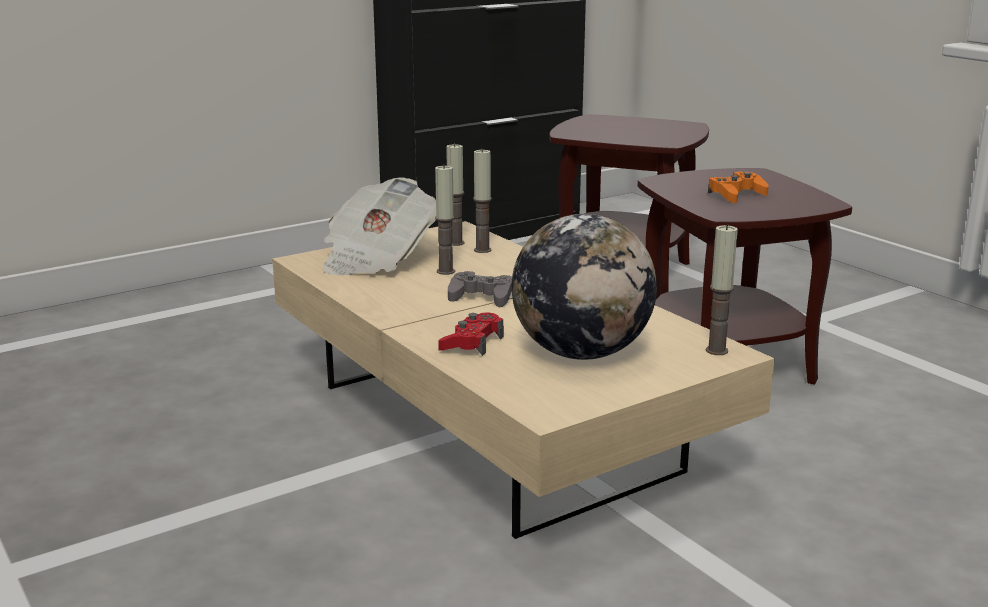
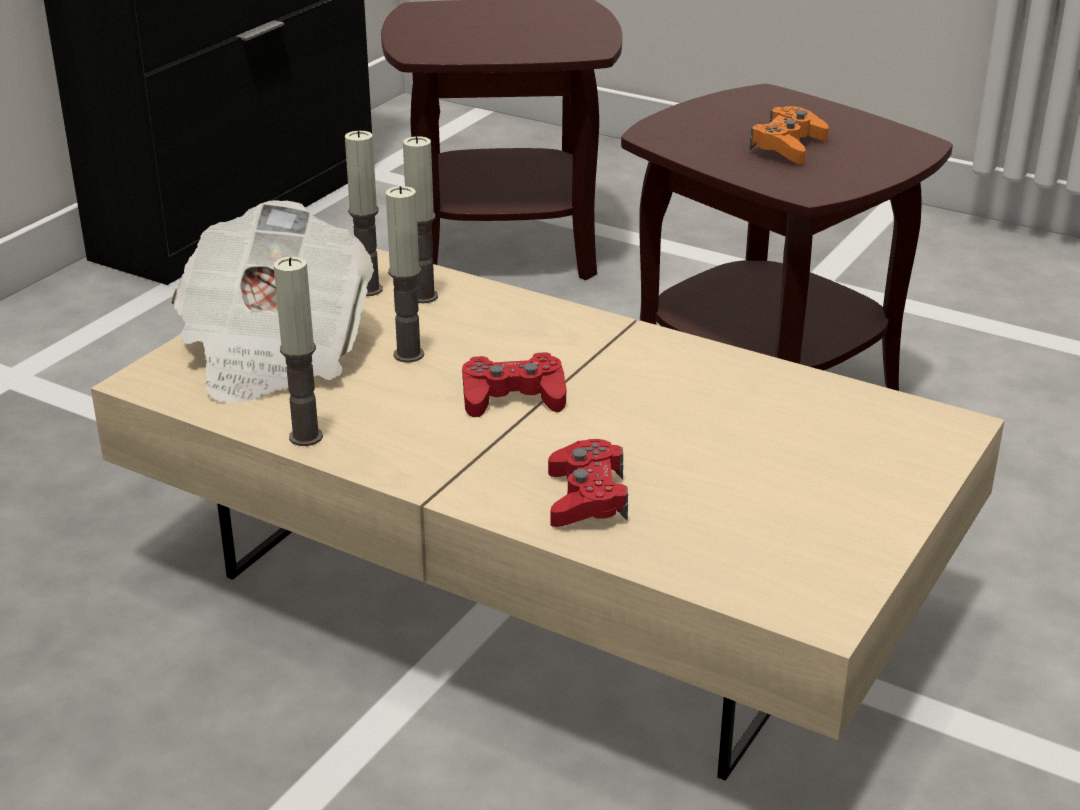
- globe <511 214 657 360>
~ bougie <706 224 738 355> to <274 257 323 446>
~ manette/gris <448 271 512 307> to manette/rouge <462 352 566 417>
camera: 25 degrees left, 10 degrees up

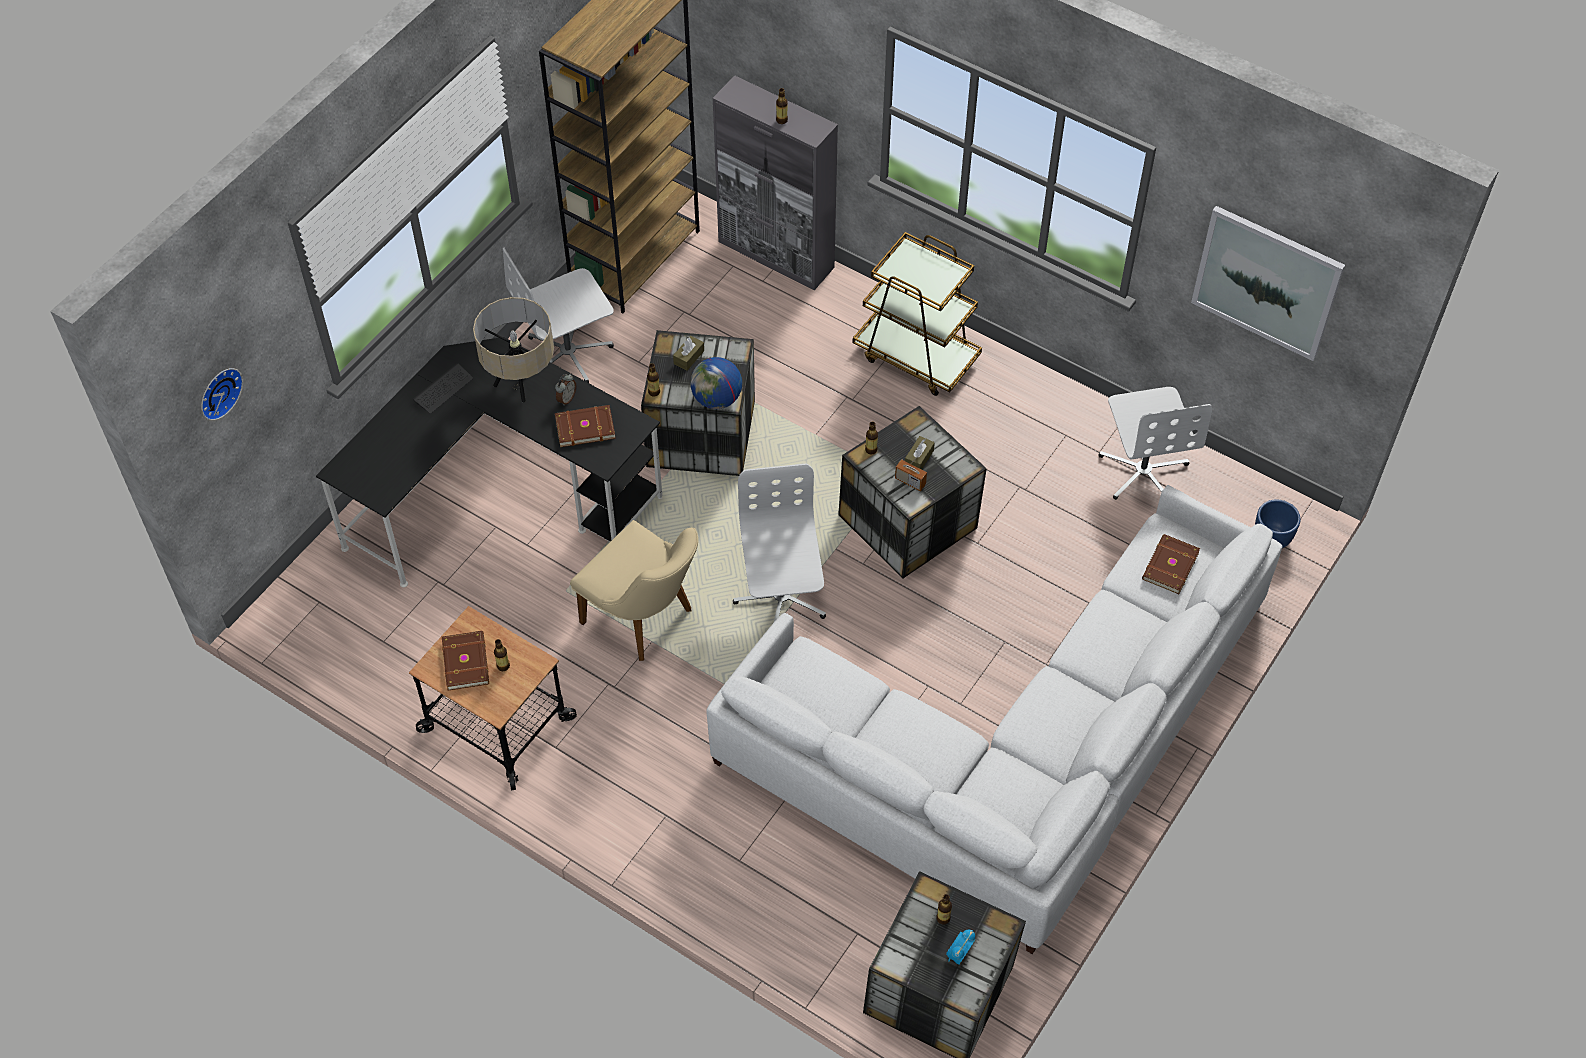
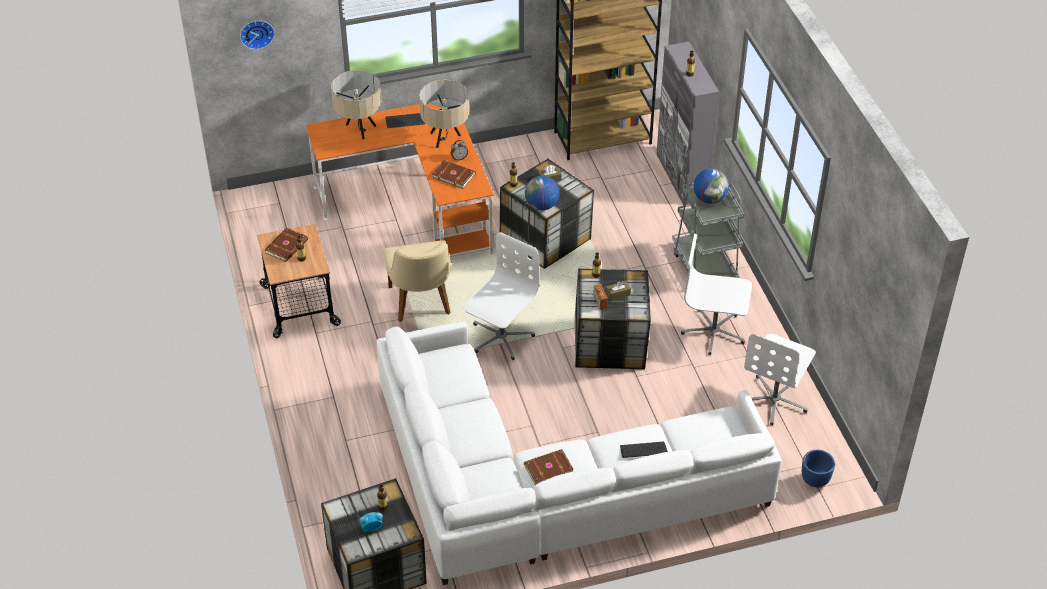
- tableau <1191 206 1345 361>
+ lampe de table/beige <331 70 381 139>
+ clavier <620 442 668 458>
+ globe <694 168 729 204>
~ chaise de bureau/blanc <503 248 614 383> to <681 234 752 355>
~ livre/marron <1142 534 1200 594> to <524 449 574 485>
~ bureau/noir <316 337 662 587> to bureau/orange <306 103 494 257>
~ chariot/marron <853 232 982 396> to chariot/gris <672 183 744 278>
camera: 40 degrees right, 10 degrees down

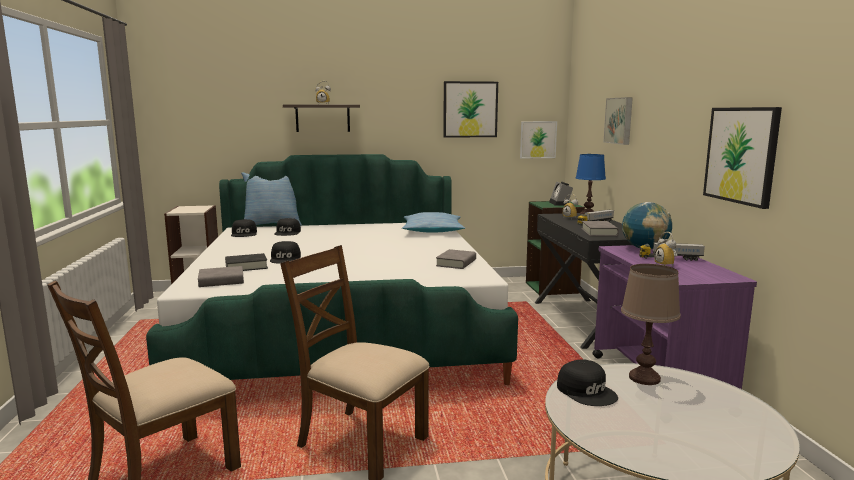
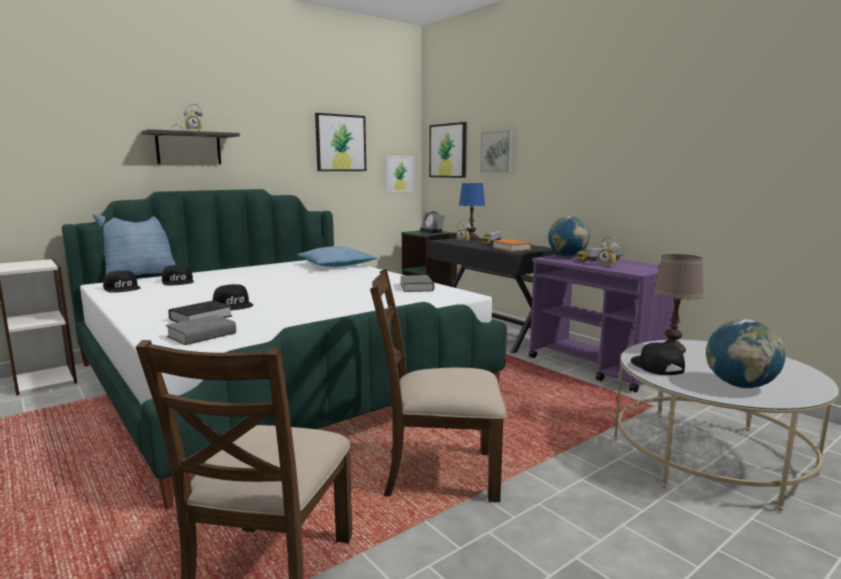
+ globe <706 319 785 388>
~ tableau <703 107 782 209> to <429 122 467 178>
~ livre/gris <582 221 619 236> to livre/orange <492 239 531 252>
~ casquette/noir <557 359 618 406> = <631 342 685 375> 135 degrees counterclockwise
camera: 30 degrees left, 0 degrees up

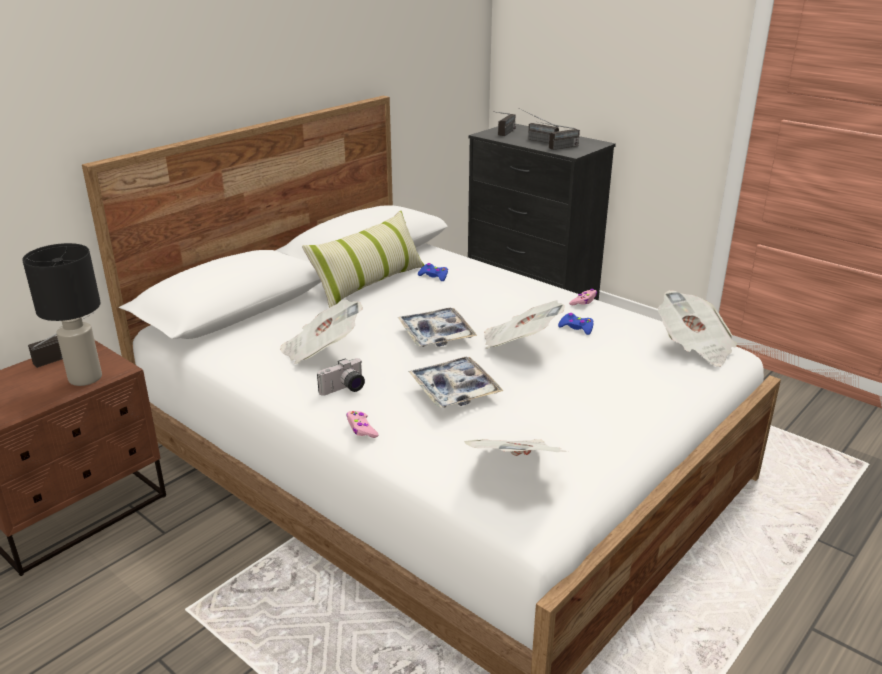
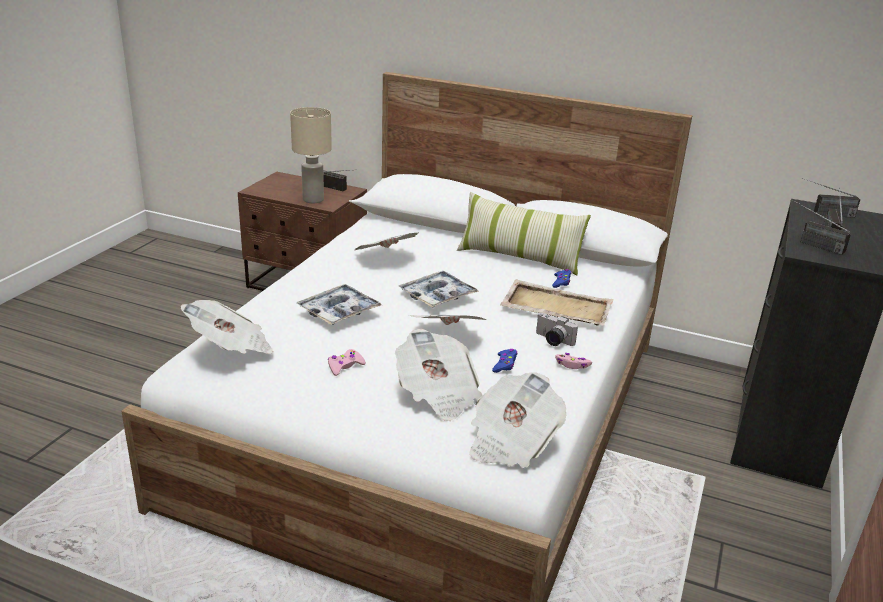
+ journal <395 329 482 421>
+ plateau/beige <500 280 613 325>
~ appareil photo <317 358 365 396> to <536 313 578 346>
~ manette/rose <346 411 379 438> to <328 349 366 376>
~ lampe de table/noir <22 243 102 386> to lampe de table/beige <290 107 332 203>
camera: 70 degrees right, 0 degrees up

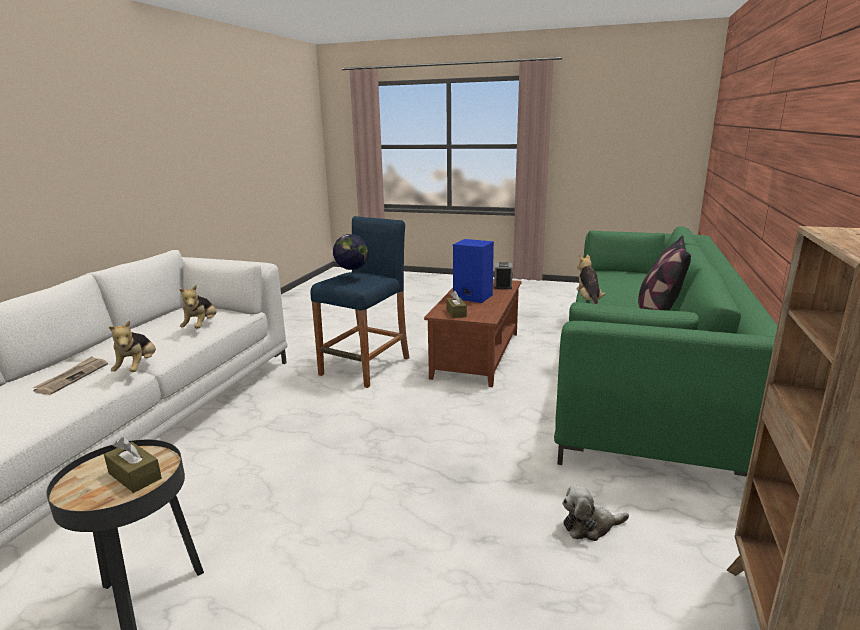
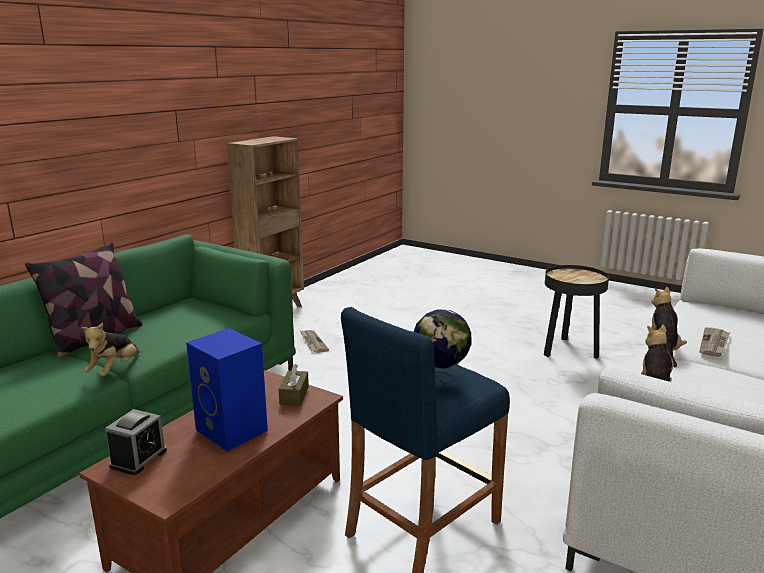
- boîte à mouchoirs/marron <104 437 162 493>
~ peluche <562 485 629 541> to journal <300 330 329 353>
camera: 165 degrees left, 0 degrees up

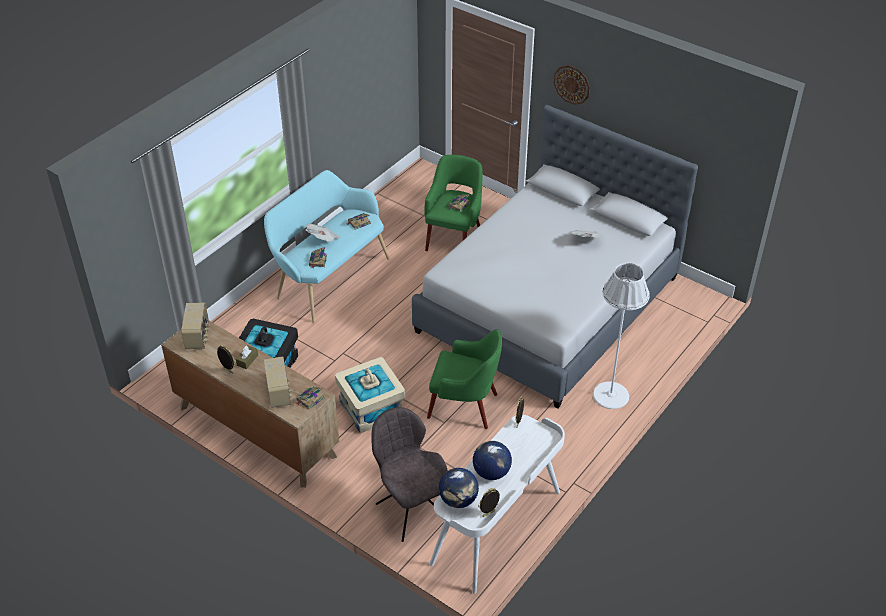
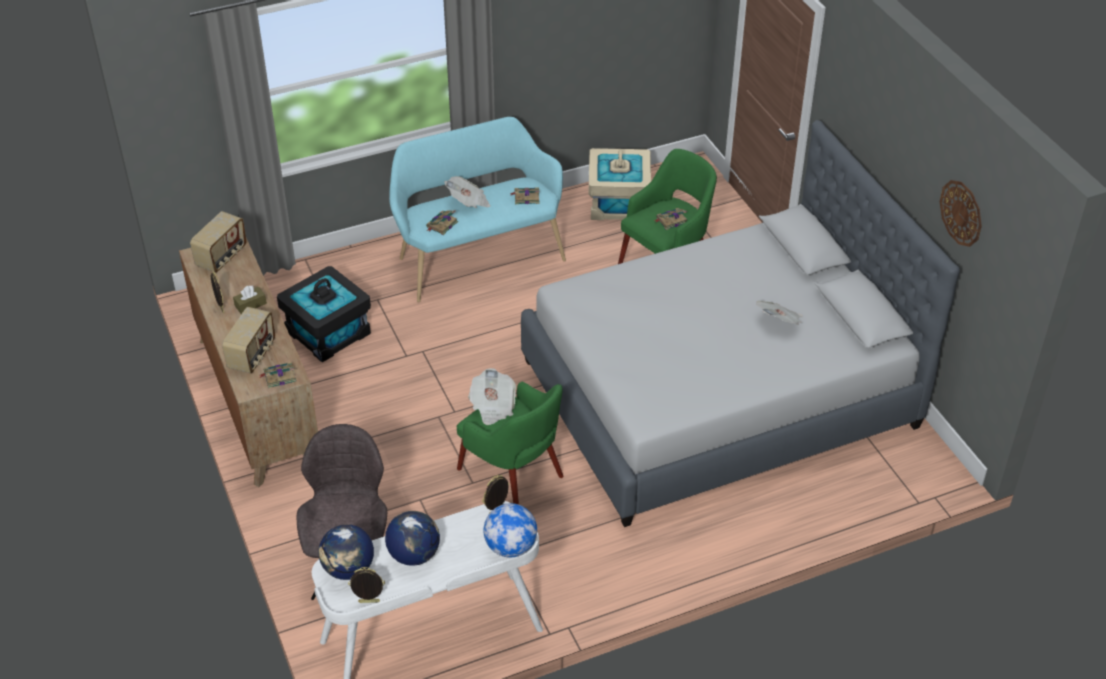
- lampadaire/blanc <593 263 650 409>
+ journal <468 368 516 425>
+ globe <484 503 537 558>
~ boîte de rangement/beige <335 357 405 433> to <588 148 651 220>
~ horloge murale <554 65 590 105> to <940 180 982 247>
camera: 30 degrees right, 0 degrees up

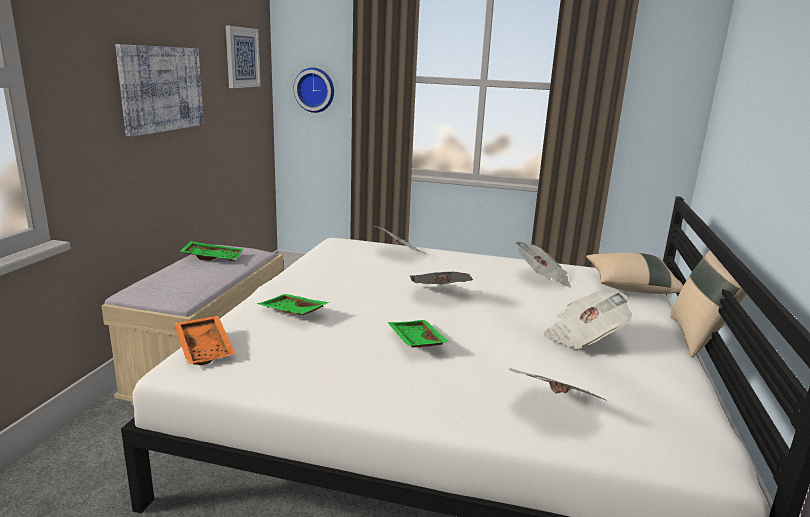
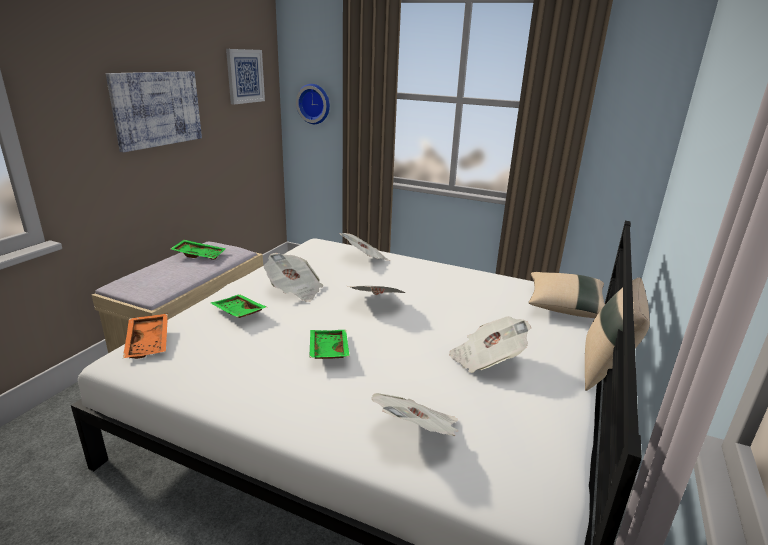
~ journal <515 241 571 287> to <264 253 323 302>
camera: 10 degrees right, 5 degrees up

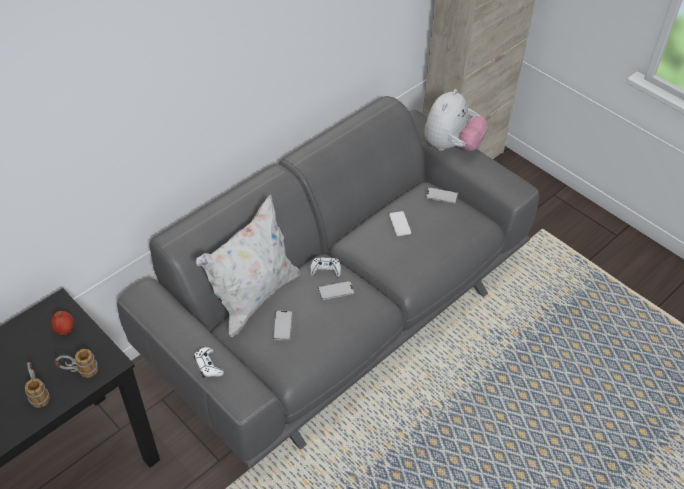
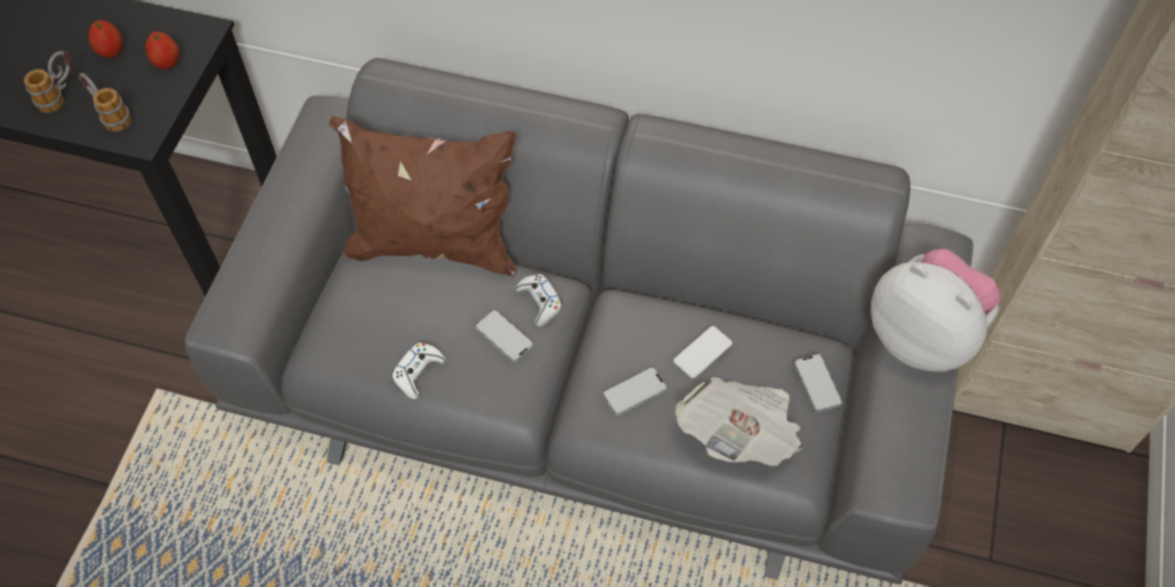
+ pomme <88 20 123 58>
+ journal <675 376 802 466>
~ manette/blanc <194 347 224 378> to <392 343 446 399>
~ téléphone <273 311 292 340> to <603 367 667 416>
~ coussin/blanc <196 194 300 337> to coussin/marron <329 116 516 277>
~ peluche <424 89 488 151> = <871 249 1001 372> 135 degrees counterclockwise
camera: 60 degrees right, 10 degrees up

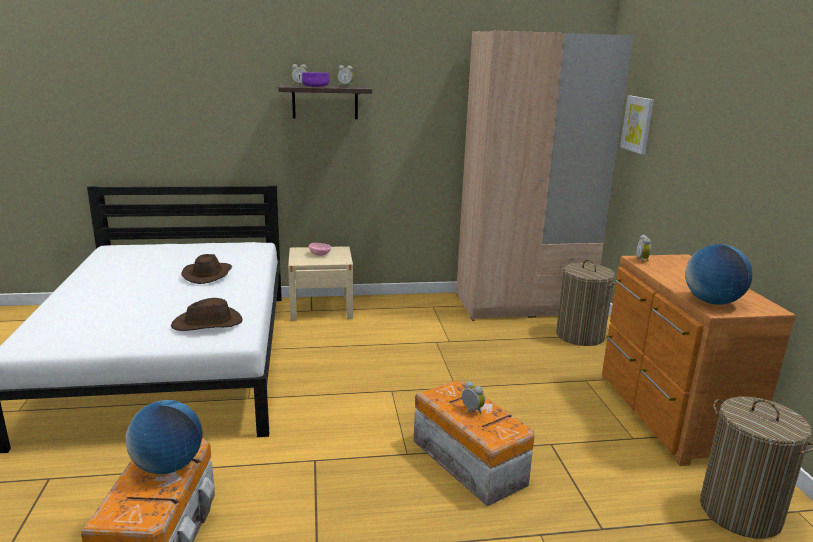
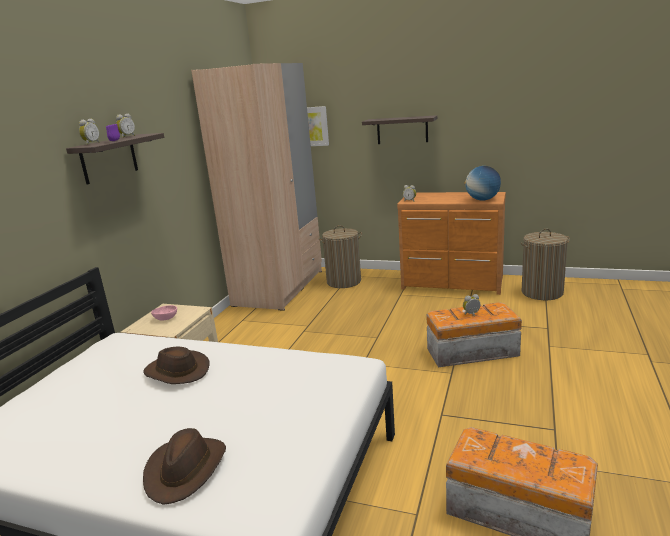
- globe <126 400 202 474>
+ étagère <362 115 437 144>
~ chapeau/marron <171 298 243 331> to <143 428 226 505>
camera: 60 degrees left, 0 degrees up

